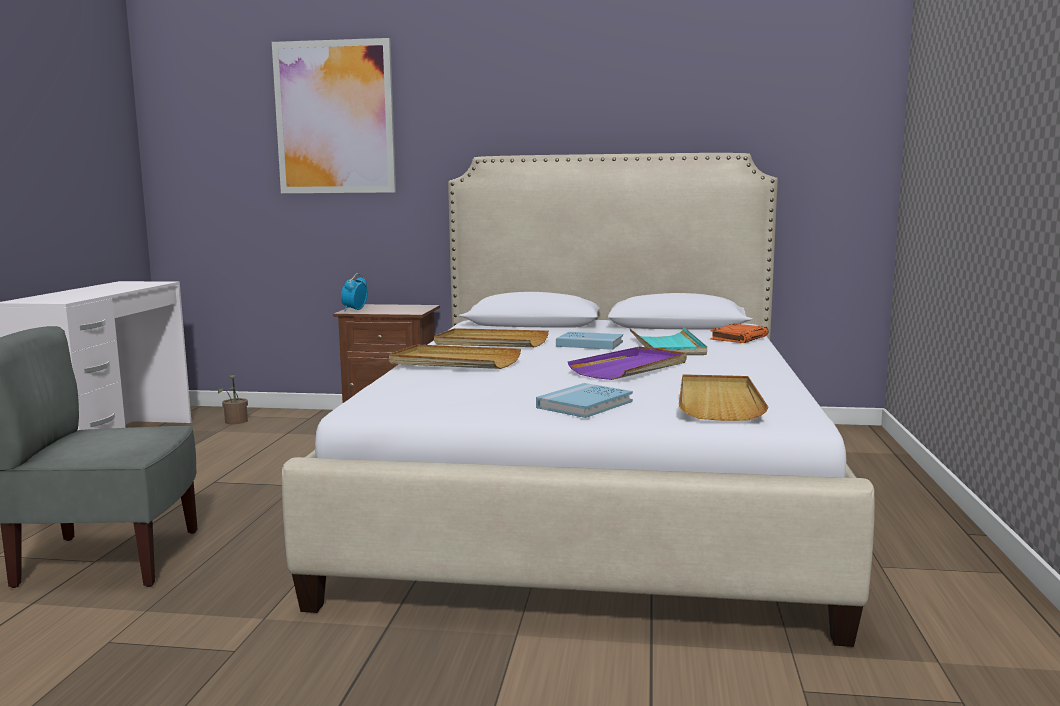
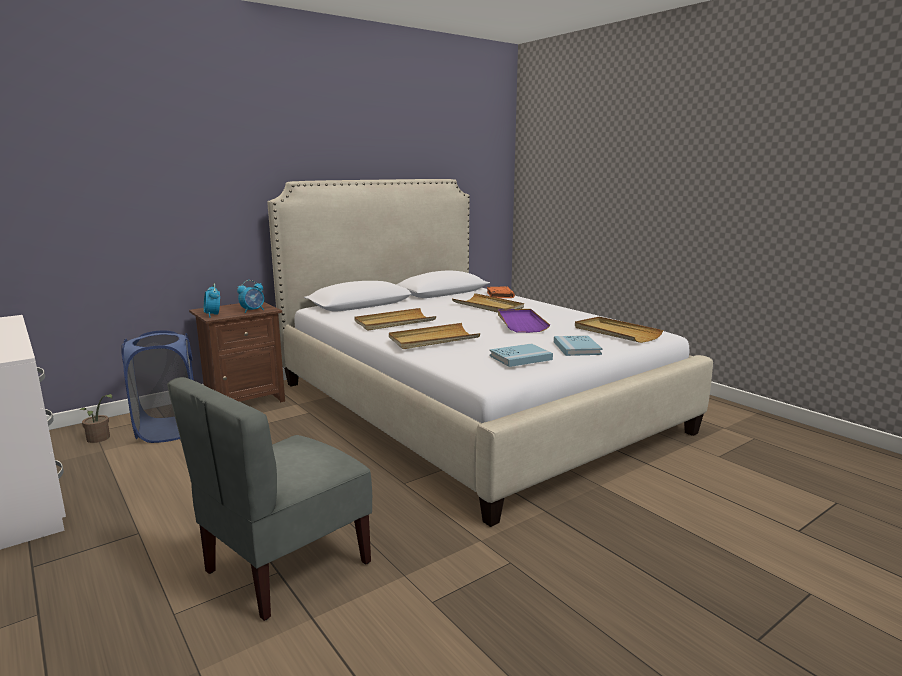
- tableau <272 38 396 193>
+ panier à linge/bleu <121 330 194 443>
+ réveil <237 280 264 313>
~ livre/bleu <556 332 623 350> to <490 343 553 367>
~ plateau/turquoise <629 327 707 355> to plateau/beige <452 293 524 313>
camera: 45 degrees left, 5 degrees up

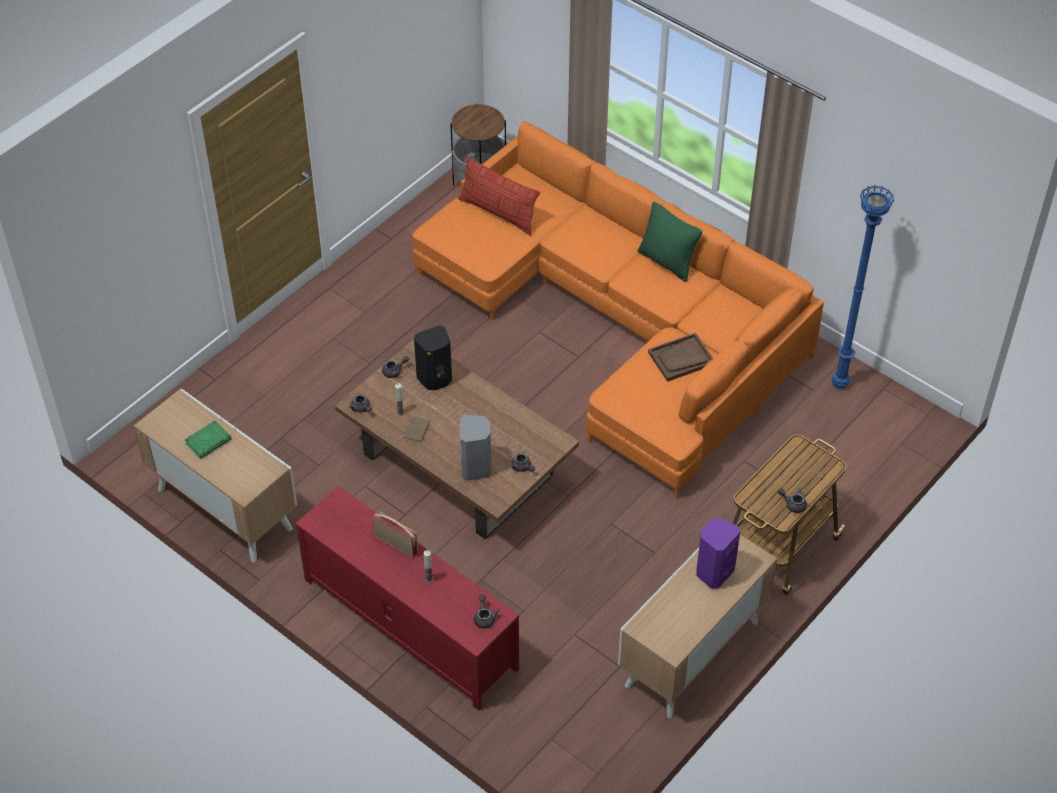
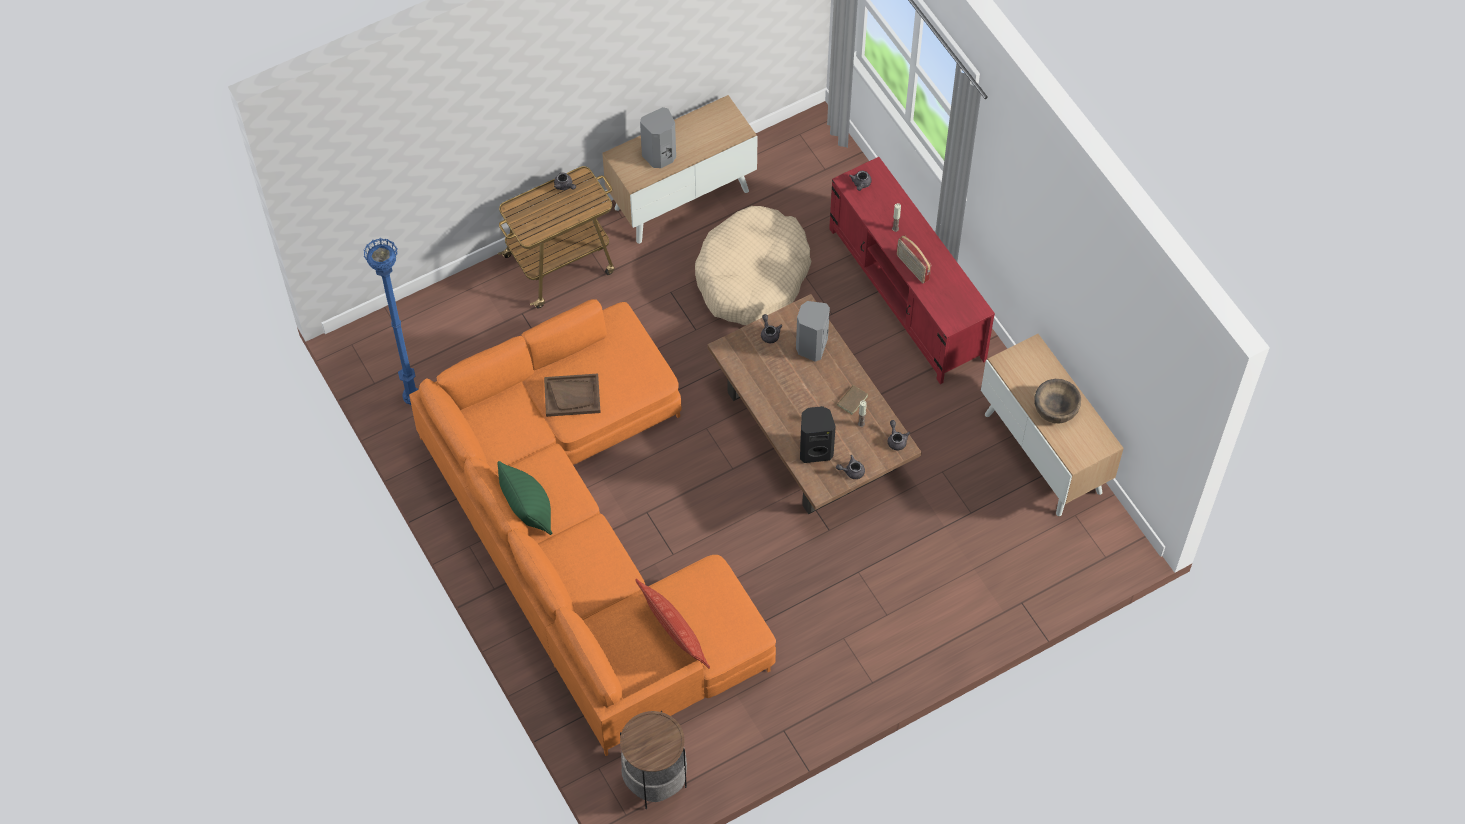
+ panier pour chien/beige <695 206 811 325>
~ livre/vert <185 421 231 459> to bol/marron <1034 379 1081 424>
~ enceinte/violet <696 518 740 589> to enceinte/gris <640 107 676 168>
camera: 160 degrees left, 10 degrees up

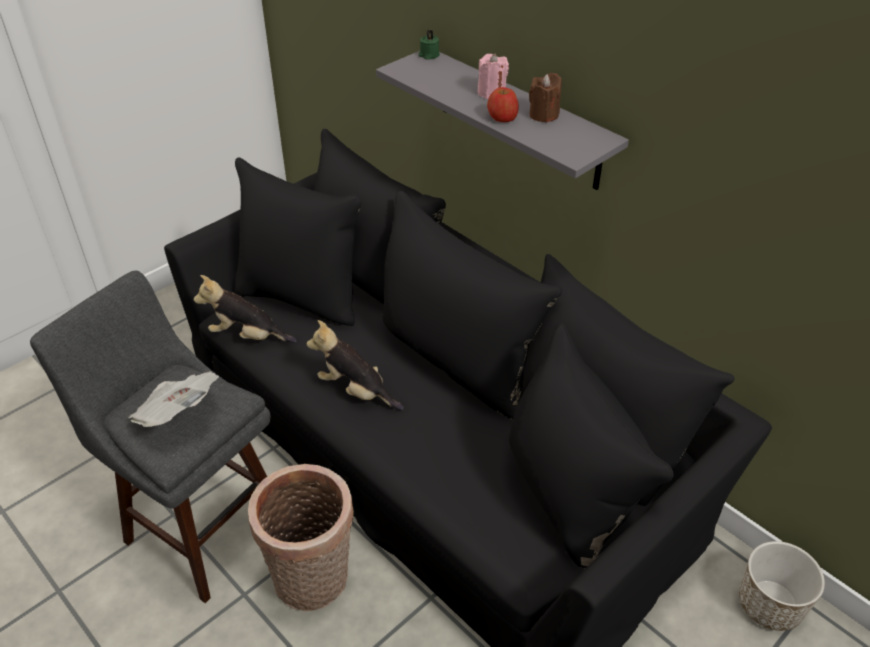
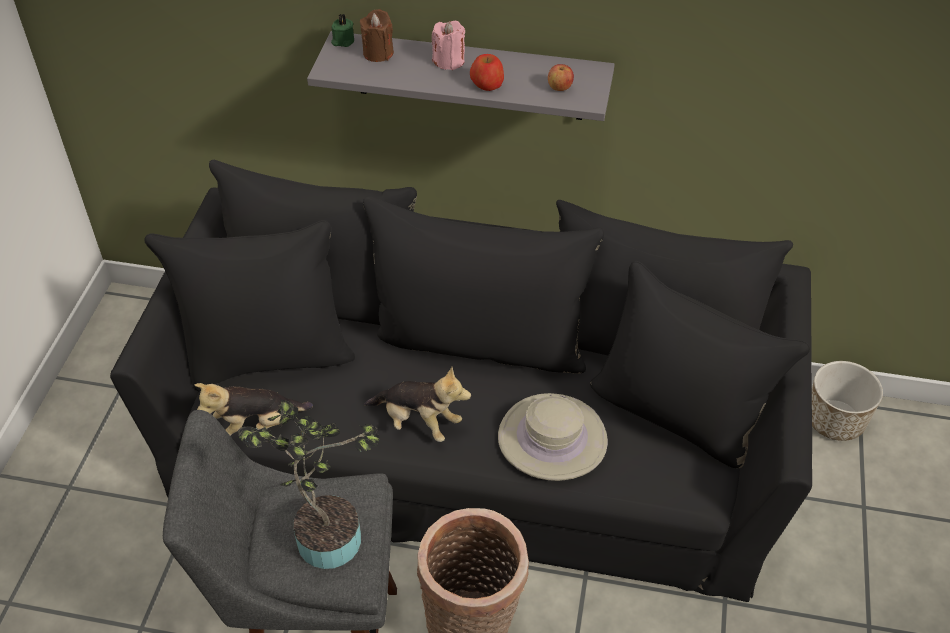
+ chapeau/beige <498 393 608 481>
+ pomme <548 64 574 91>
~ bougie/marron <529 73 562 123> to <360 9 394 62>
~ journal <128 371 219 427> to plante en pot <238 400 379 569>
~ peluche <307 320 404 410> = <364 367 471 442> 150 degrees counterclockwise
camera: 35 degrees left, 5 degrees up

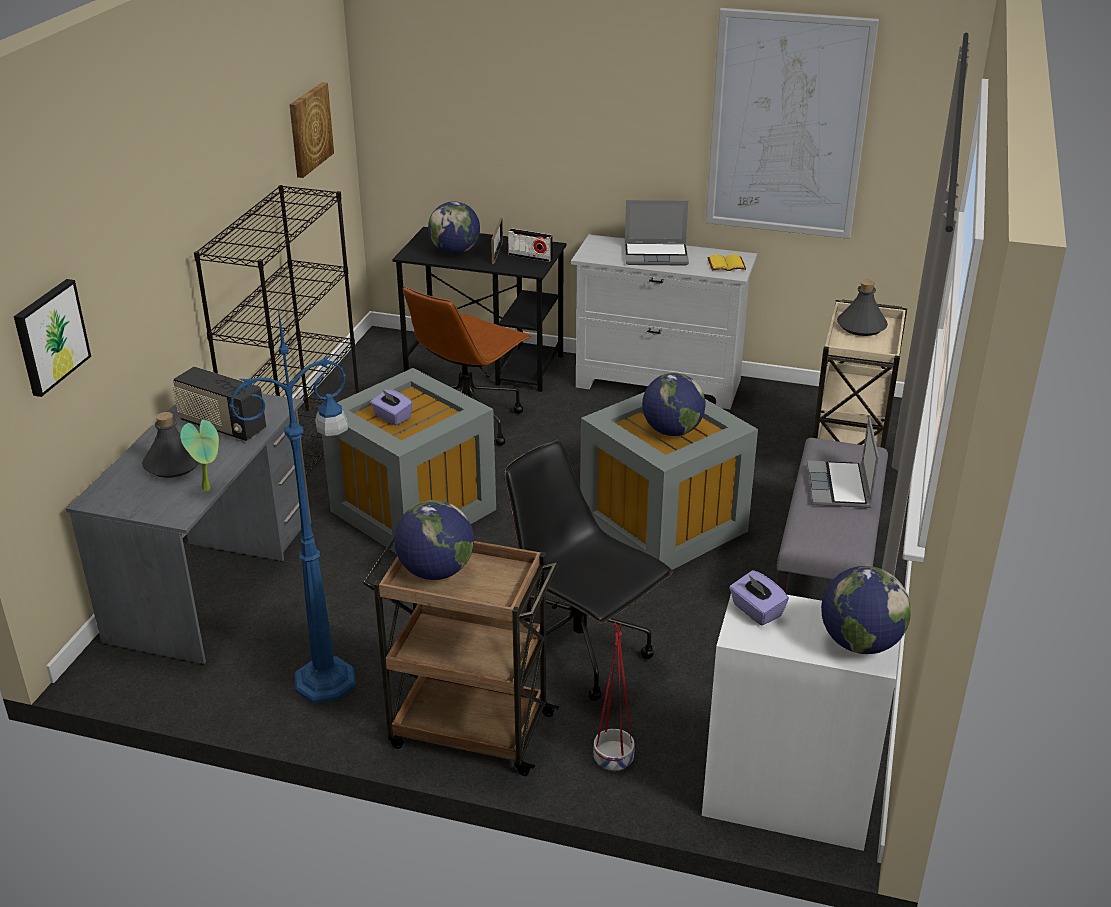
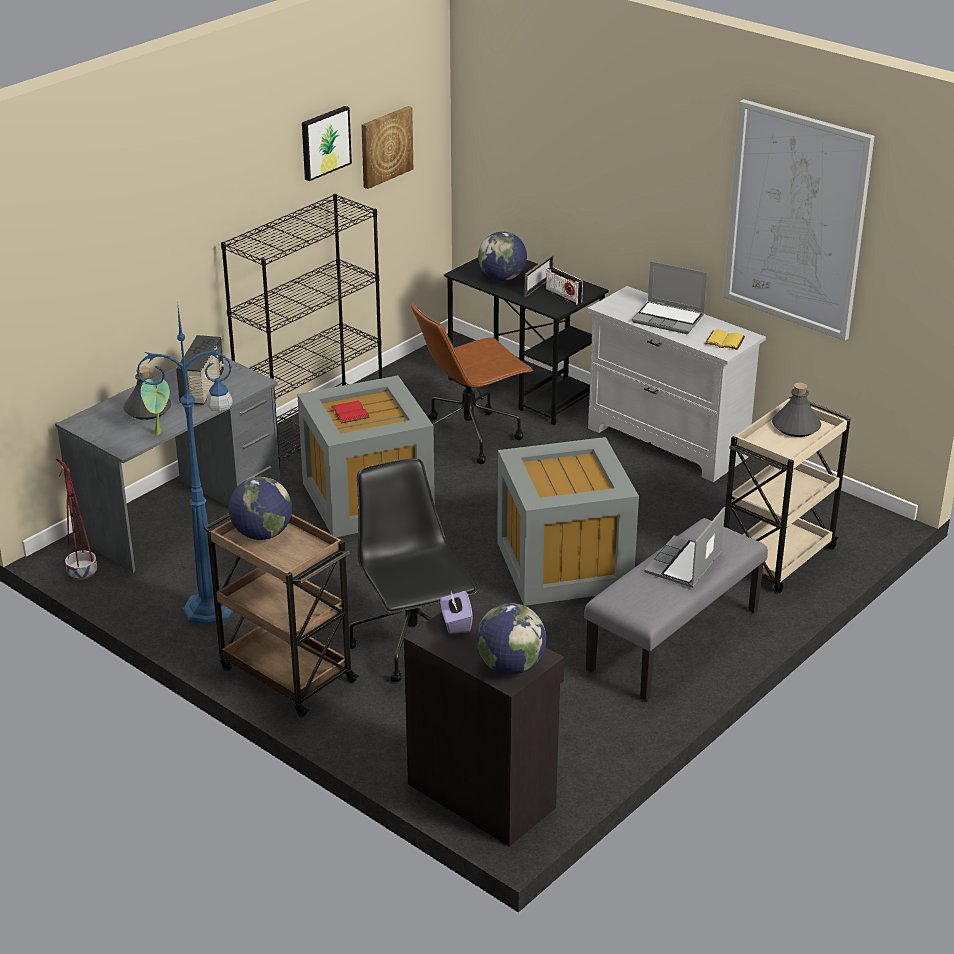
- globe <642 373 706 436>
~ tableau <14 279 91 397> to <302 106 352 181>
~ cache-pot/rouge <594 622 635 771> to <56 458 97 580>
~ boîte à mouchoirs/violet <370 389 413 425> to livre/rouge <331 400 370 423>
~ meuble de rangement/blanc <702 594 900 851> to meuble de rangement/noir <404 609 564 847>
~ radio <173 367 266 441> = <176 335 224 405> 135 degrees counterclockwise
camera: 25 degrees right, 0 degrees up

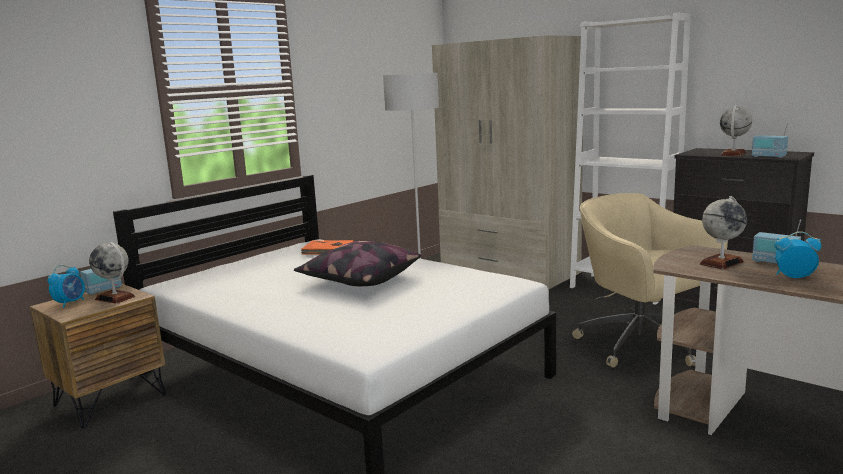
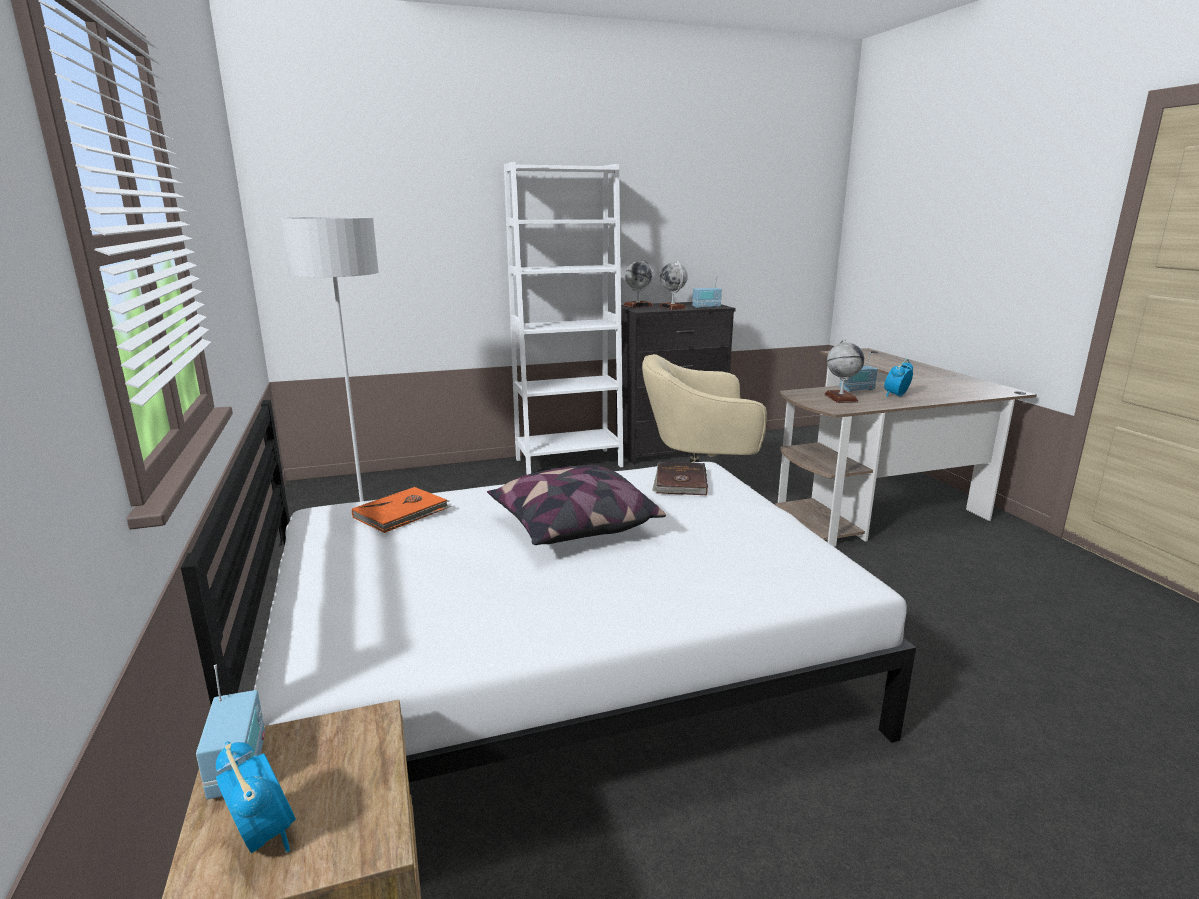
- armoire/beige <432 35 583 290>
+ livre/marron <652 462 708 495>
~ globe <89 242 135 304> to <623 259 653 308>
camera: 60 degrees left, 5 degrees up

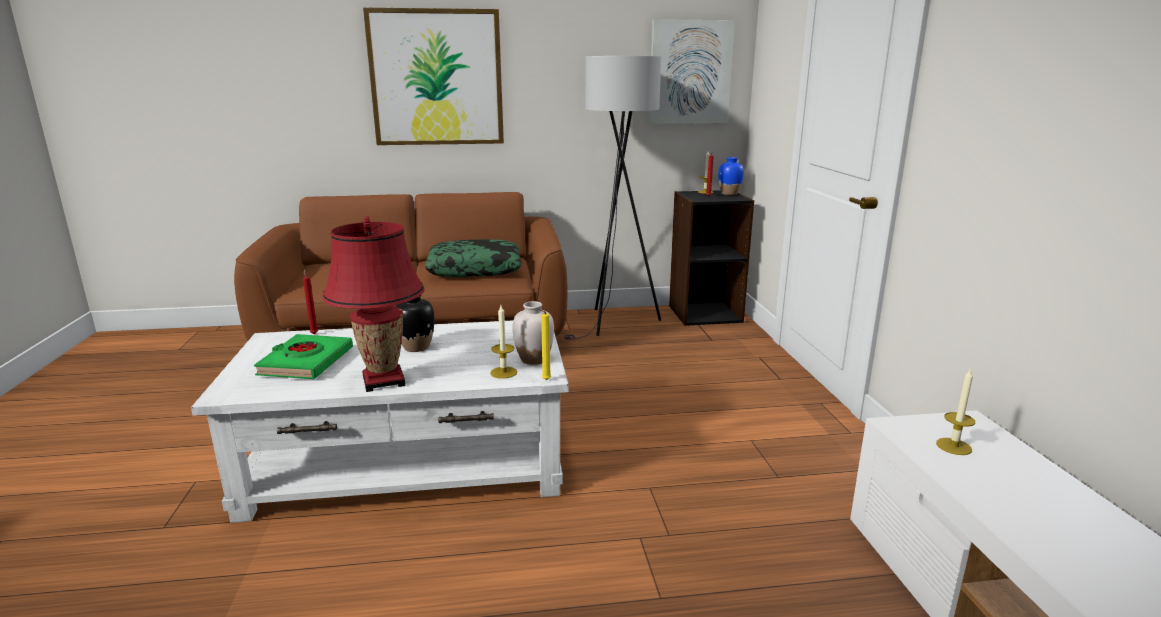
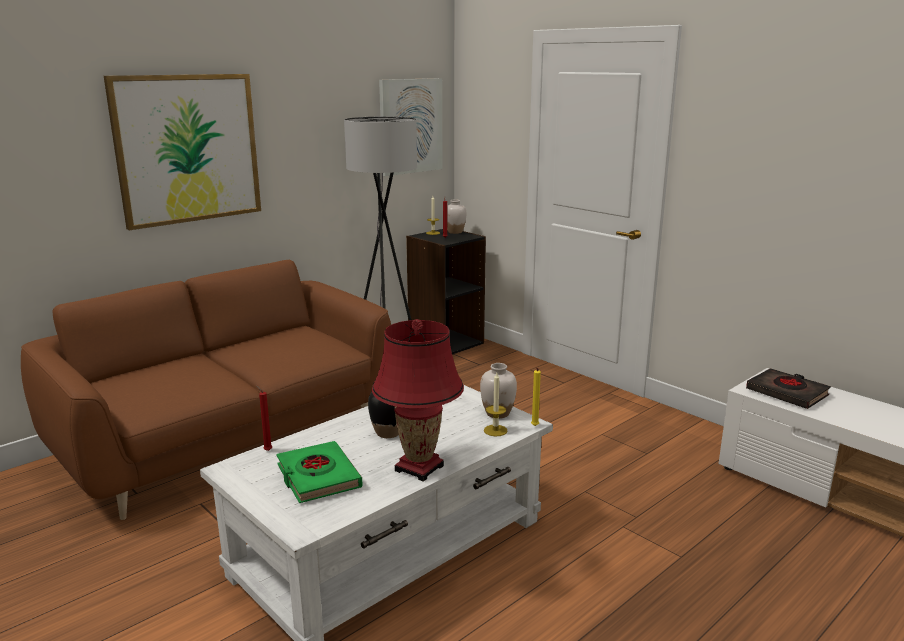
- coussin <425 239 521 277>
~ bougie <936 368 975 455> to livre/noir <746 368 831 409>
~ vase/bleu <718 157 744 195> to vase/blanc <447 199 466 234>
camera: 35 degrees left, 0 degrees up

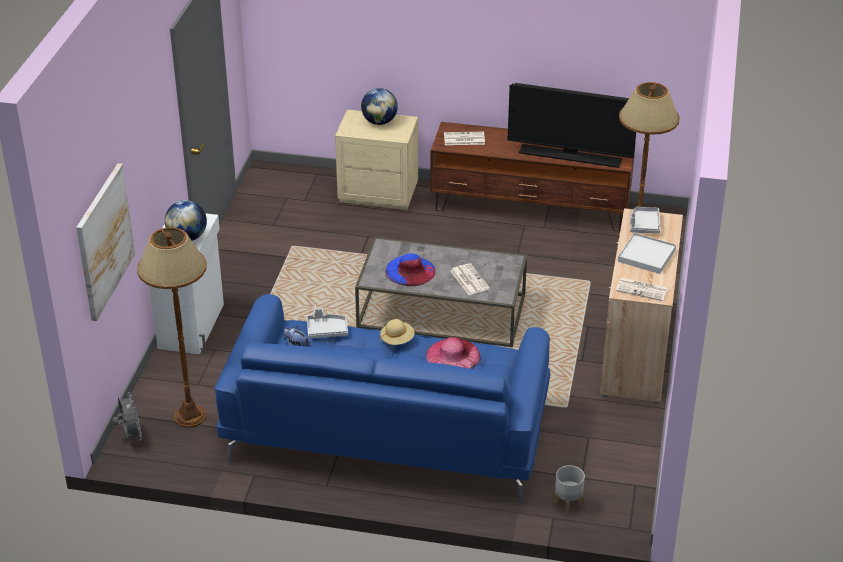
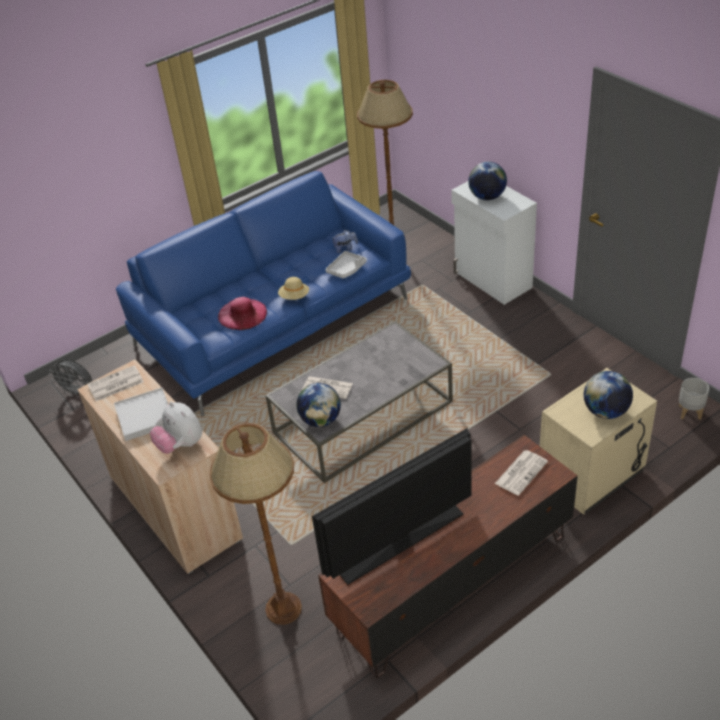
- tableau <76 163 135 321>
- chapeau/bleu <385 253 435 286>
+ globe <296 383 341 427>
~ ventilateur/gris <113 392 142 441> to <49 359 92 398>
~ cache-pot/gris <554 465 585 514> to <679 378 709 420>
~ plateau/gris <630 207 660 234> to peluche <150 402 203 454>
camera: 135 degrees right, 5 degrees up

